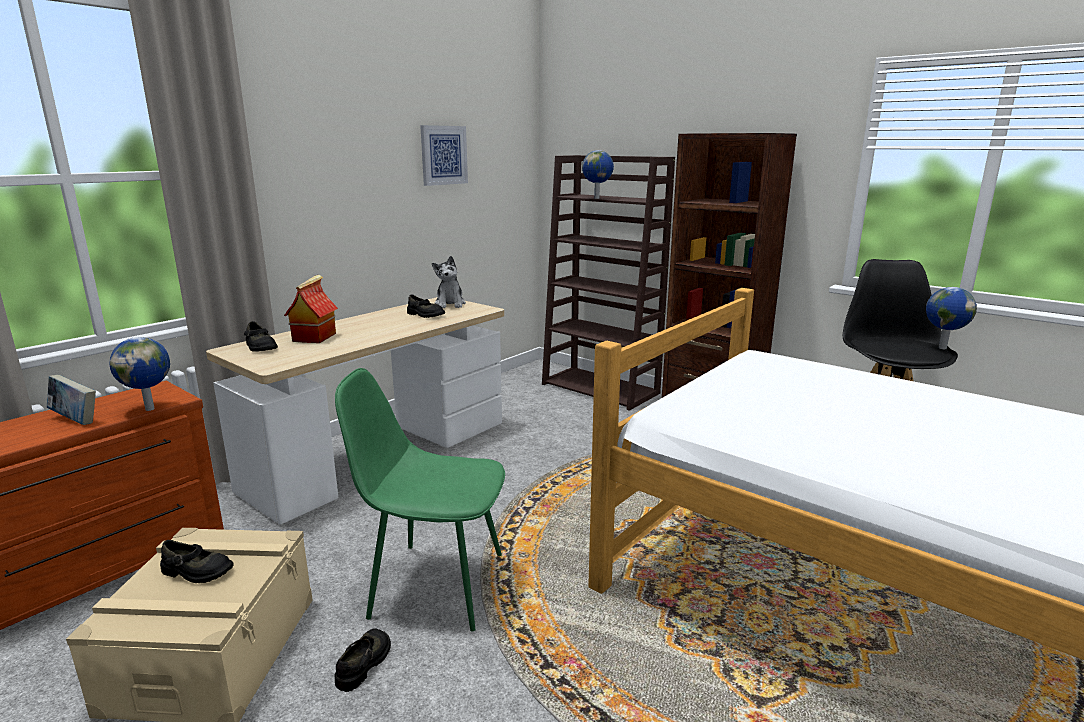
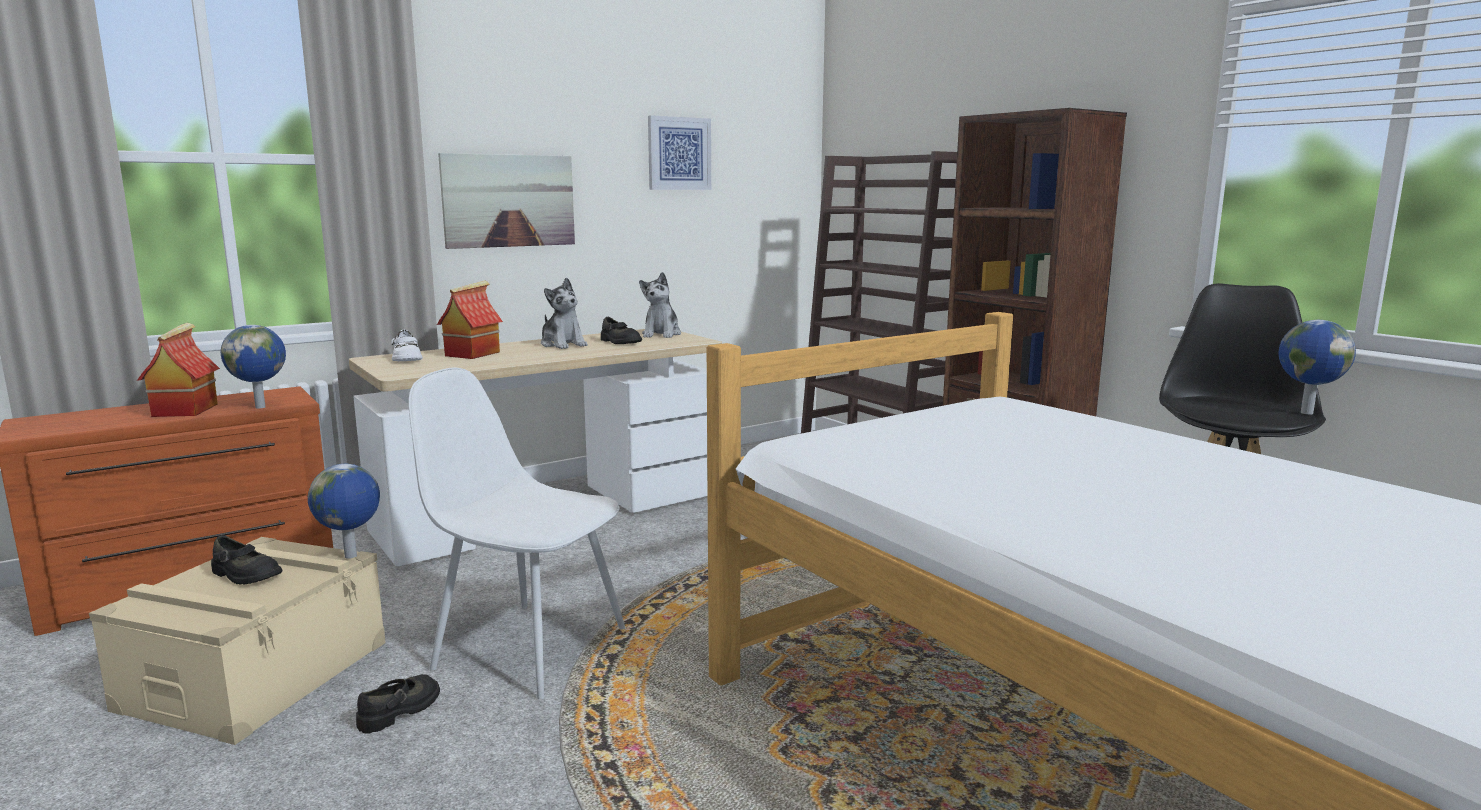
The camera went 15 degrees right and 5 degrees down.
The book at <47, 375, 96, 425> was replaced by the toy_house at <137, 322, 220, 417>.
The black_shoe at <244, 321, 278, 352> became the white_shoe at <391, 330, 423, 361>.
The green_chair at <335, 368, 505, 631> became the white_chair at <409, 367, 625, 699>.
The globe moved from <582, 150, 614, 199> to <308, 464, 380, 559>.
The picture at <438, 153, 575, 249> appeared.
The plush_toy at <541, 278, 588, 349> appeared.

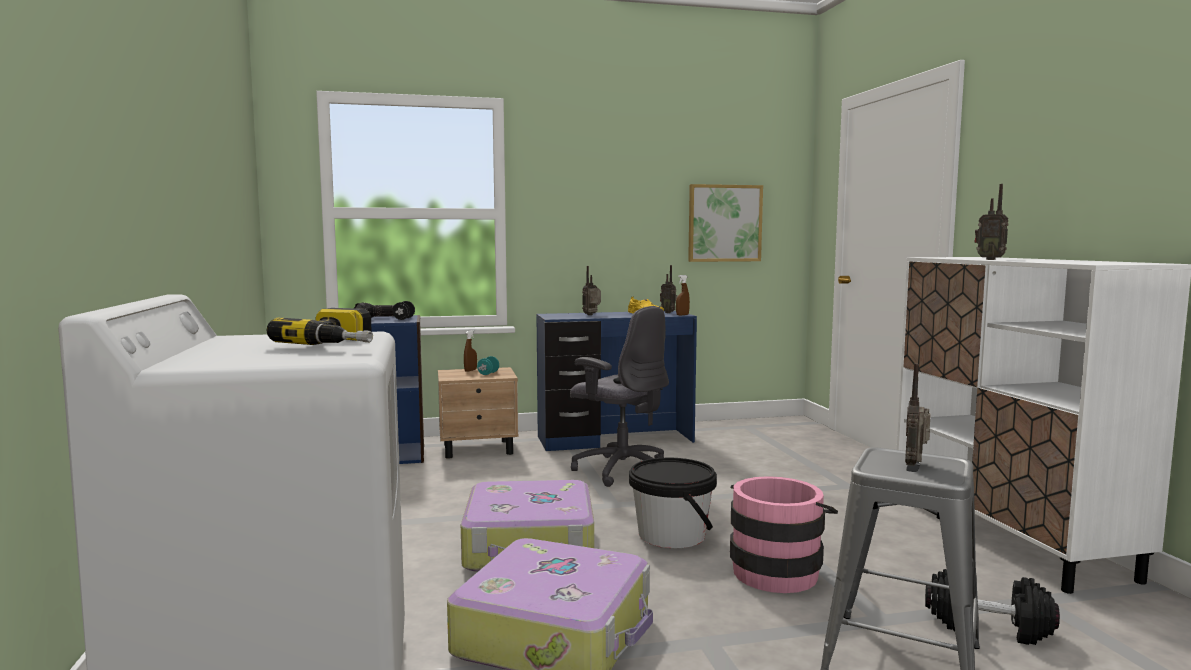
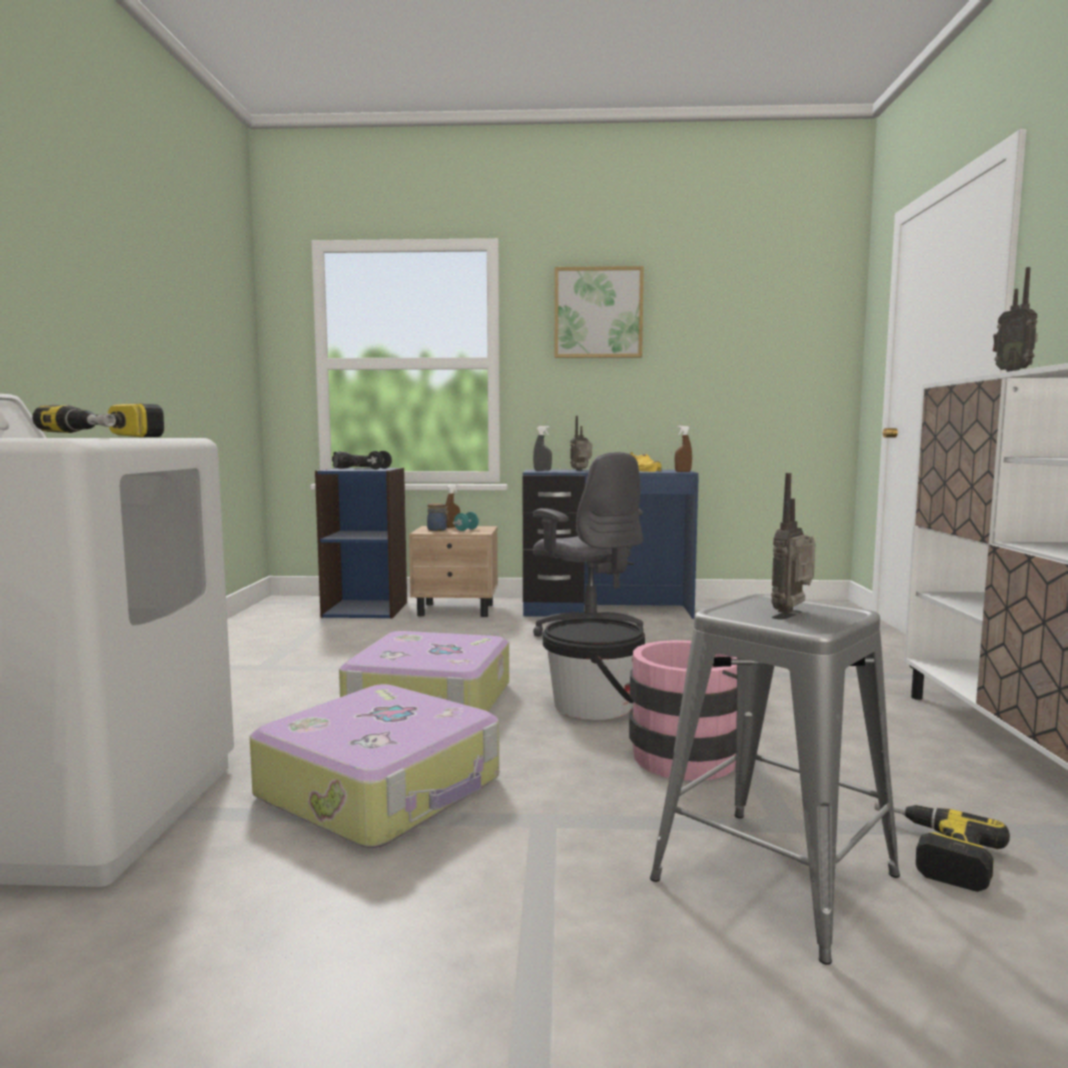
The camera went 15 degrees right and 0 degrees up.
The radio at <660, 265, 677, 313> disappeared.
The picture moved from <688, 184, 763, 262> to <555, 266, 644, 358>.
The black_dumbbell at <925, 569, 1060, 645> was replaced by the power_drill at <875, 798, 1010, 892>.
The jar at <427, 503, 449, 531> appeared.
The grey_spray_bottle at <533, 426, 552, 471> appeared.

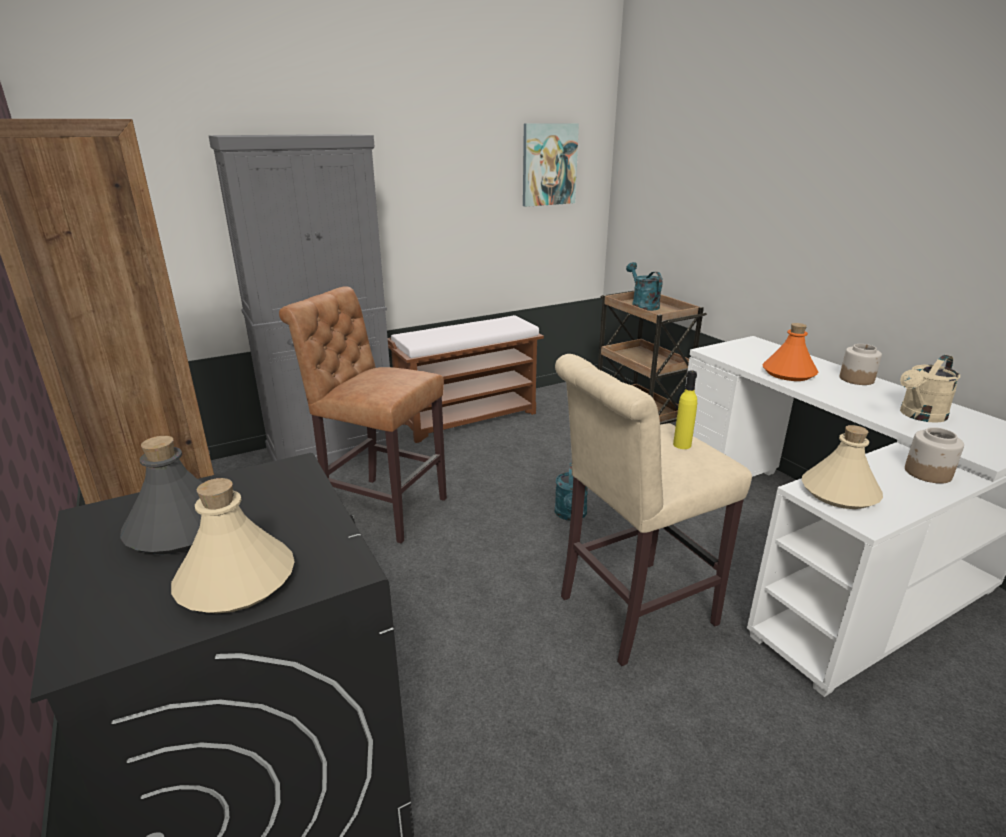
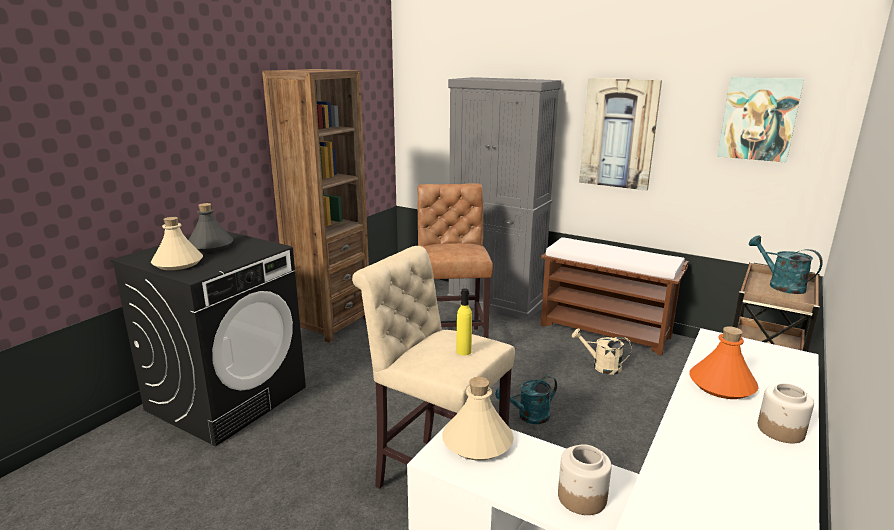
The camera went 60 degrees right and 5 degrees down.
The turquoise_watering_can at <626, 262, 662, 311> turned 75 degrees counterclockwise.
The beige_watering_can moved from <900, 355, 960, 423> to <572, 329, 632, 375>.
The picture at <579, 78, 662, 191> appeared.

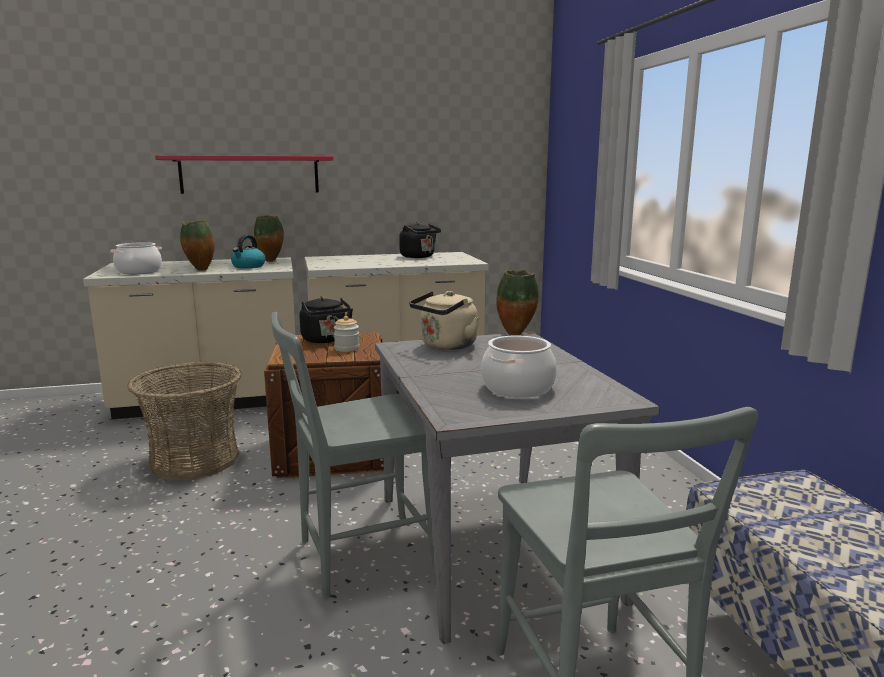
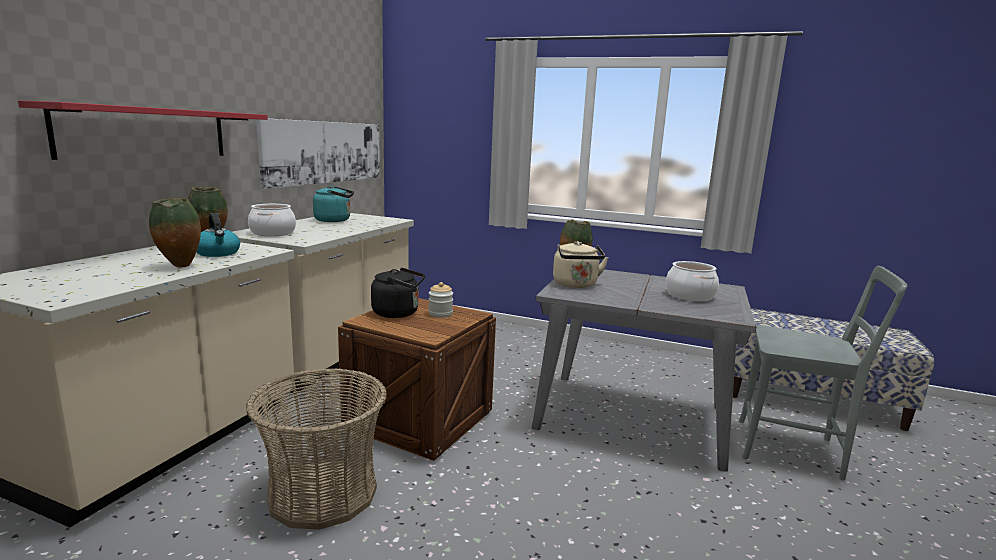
The camera went 55 degrees left and 0 degrees up.
The cooking_pot moved from <110, 242, 162, 274> to <248, 204, 296, 236>.
The grey_chair at <271, 312, 435, 599> disappeared.
The black_kettle at <399, 222, 441, 258> became the turquoise_kettle at <313, 186, 354, 222>.
The picture at <256, 119, 380, 189> appeared.

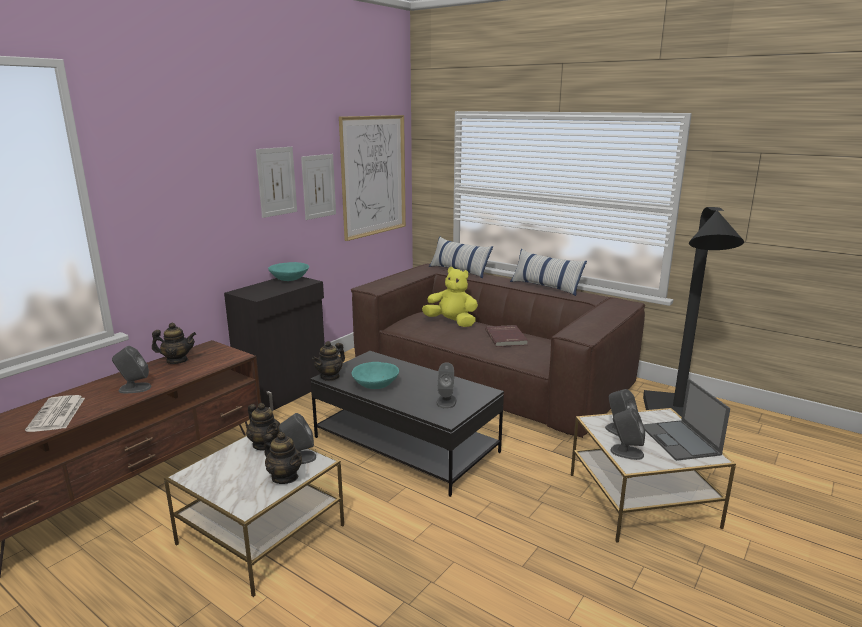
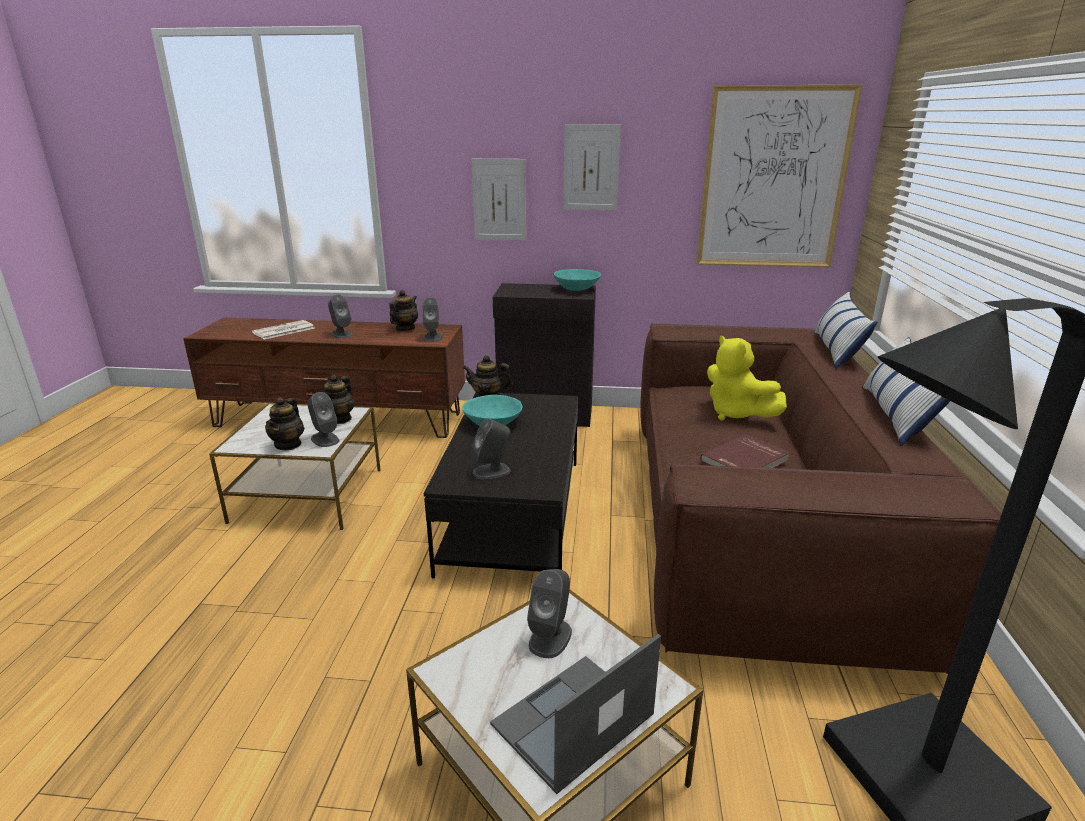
The camera went 60 degrees right and 5 degrees up.
The teapot at <152, 323, 196, 364> turned 120 degrees counterclockwise.
The picture moved from <301, 154, 336, 220> to <472, 159, 526, 240>.
The yellow_plush_toy at <422, 267, 478, 327> turned 150 degrees clockwise.
The grey_speaker moved from <611, 408, 645, 460> to <422, 297, 443, 342>.

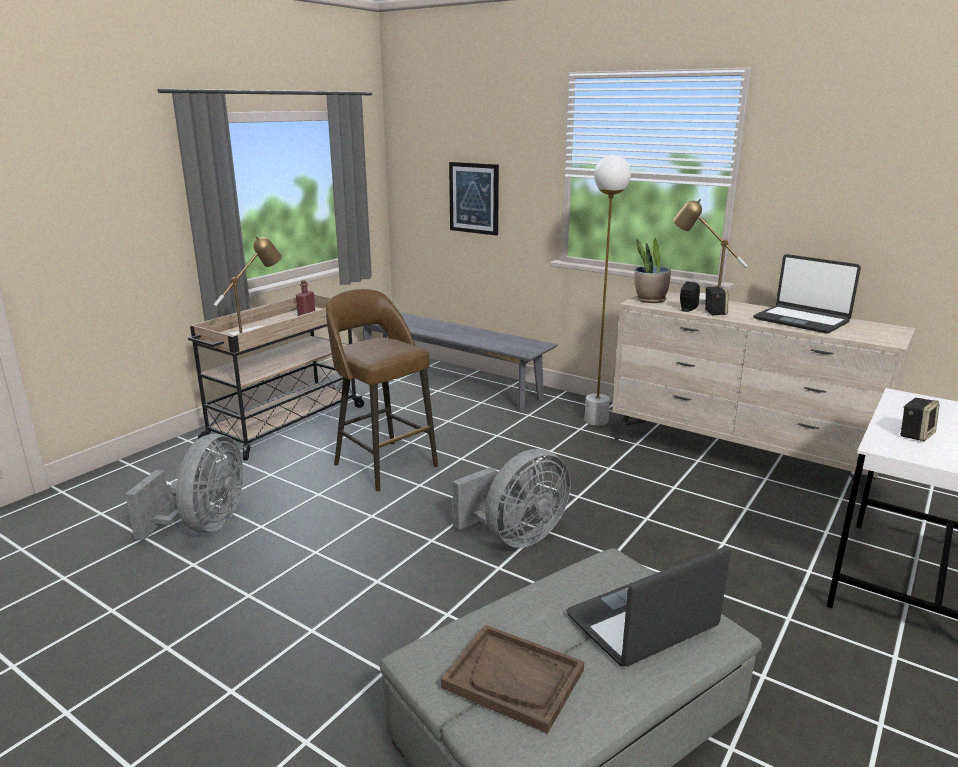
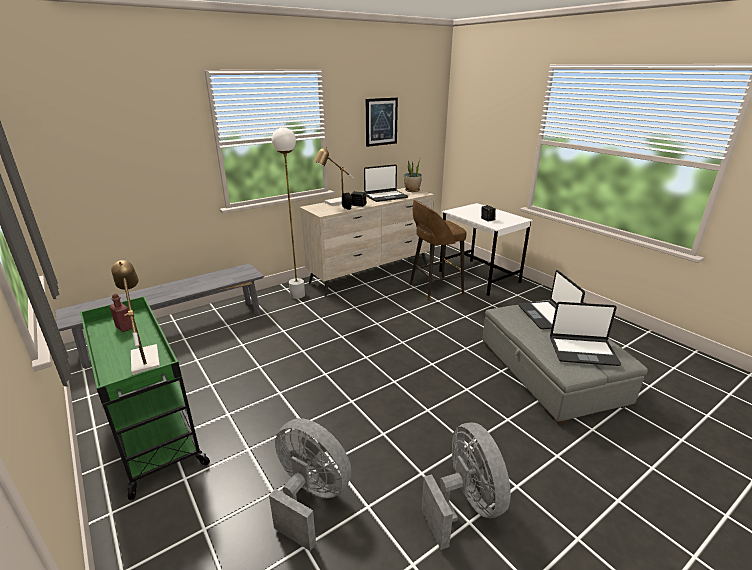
The camera went 70 degrees left and 5 degrees up.
The beige_cart at <188, 294, 365, 461> became the green_cart at <80, 296, 210, 500>.
The brown_stool moved from <326, 289, 438, 492> to <409, 200, 467, 302>.
The brown_tray at <441, 625, 584, 734> was replaced by the laptop at <550, 302, 621, 366>.
The picture moved from <449, 162, 499, 235> to <366, 97, 398, 147>.
The grey_fan moved from <452, 449, 571, 548> to <422, 423, 511, 550>.
The potted_plant moved from <635, 238, 671, 303> to <404, 159, 422, 192>.

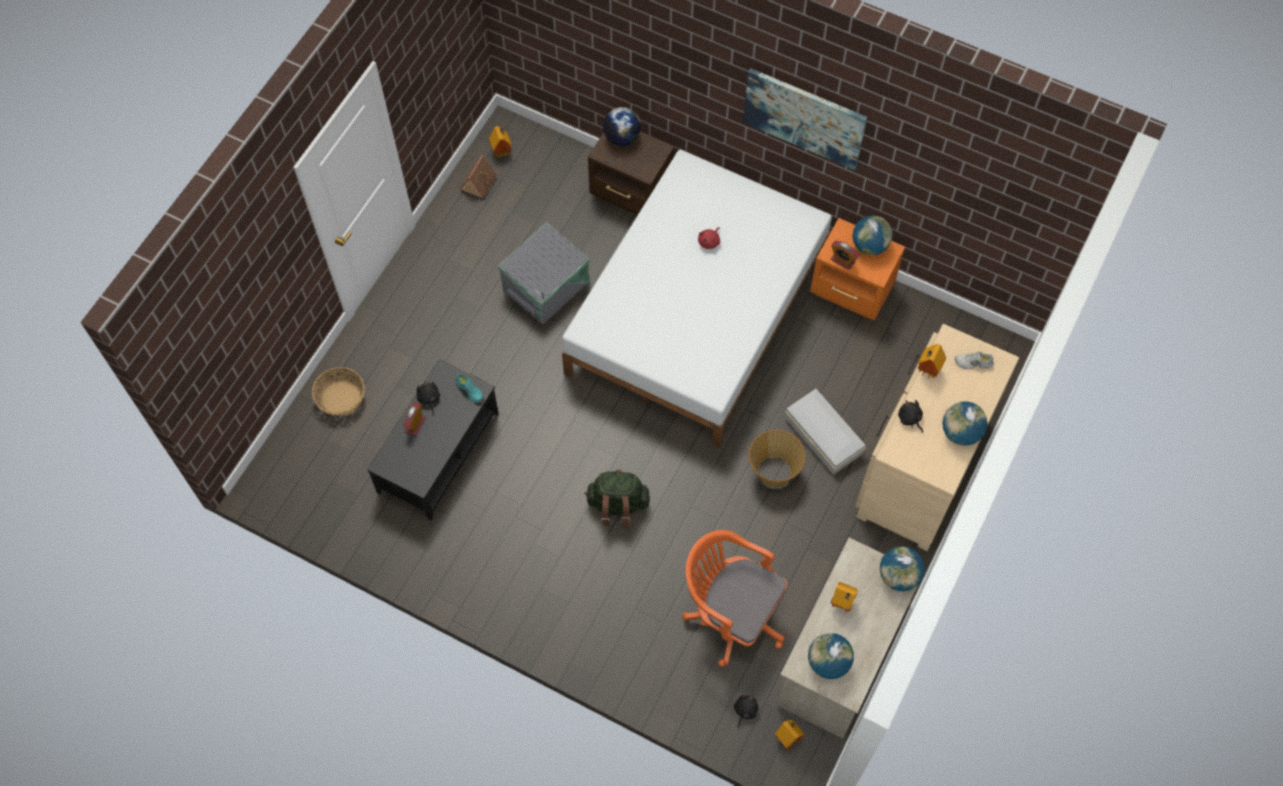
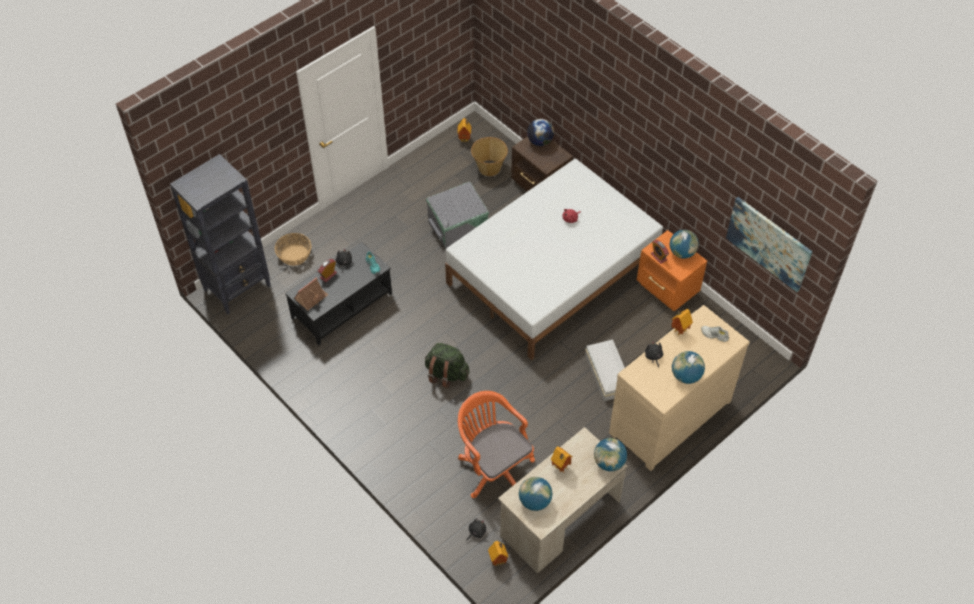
The camera went 20 degrees right and 10 degrees down.
The toy_house moved from <460, 155, 497, 198> to <294, 278, 329, 310>.
The picture moved from <743, 68, 867, 170> to <726, 197, 813, 292>.
The basket moved from <748, 430, 805, 487> to <471, 137, 508, 176>.
The black_bookcase at <170, 154, 271, 314> appeared.

